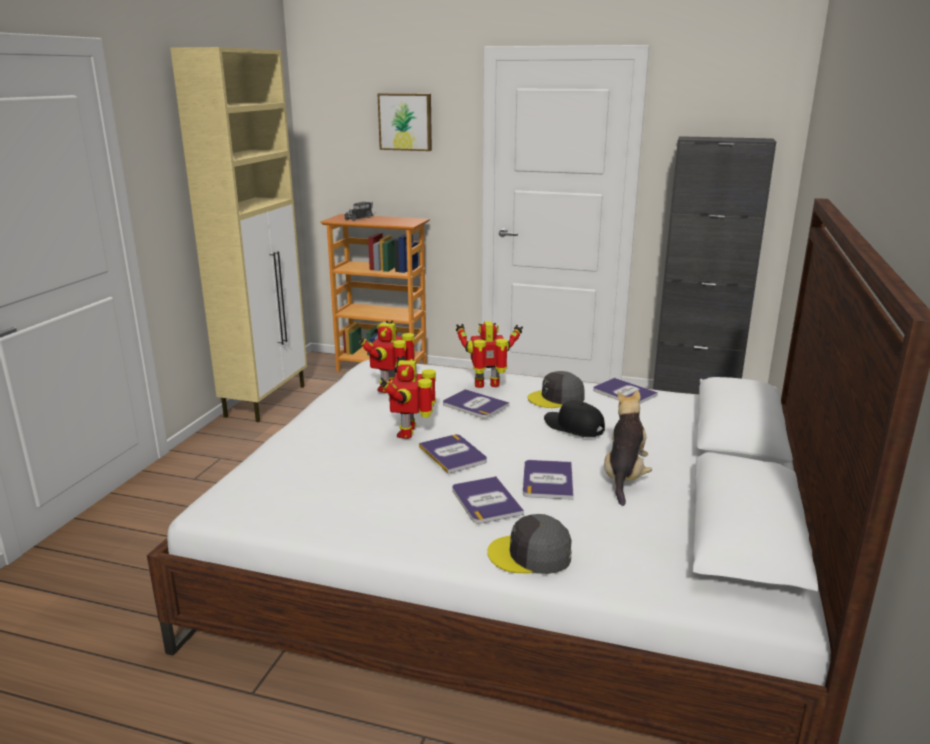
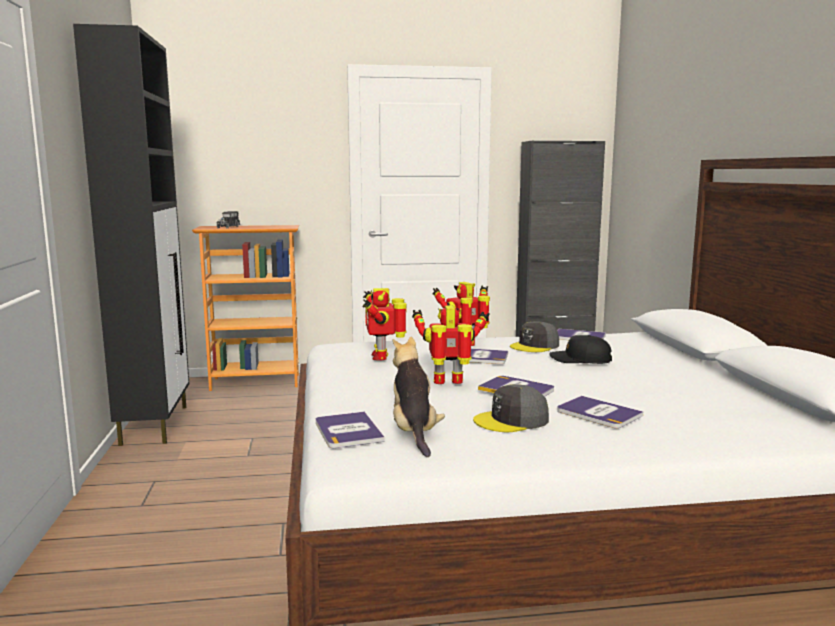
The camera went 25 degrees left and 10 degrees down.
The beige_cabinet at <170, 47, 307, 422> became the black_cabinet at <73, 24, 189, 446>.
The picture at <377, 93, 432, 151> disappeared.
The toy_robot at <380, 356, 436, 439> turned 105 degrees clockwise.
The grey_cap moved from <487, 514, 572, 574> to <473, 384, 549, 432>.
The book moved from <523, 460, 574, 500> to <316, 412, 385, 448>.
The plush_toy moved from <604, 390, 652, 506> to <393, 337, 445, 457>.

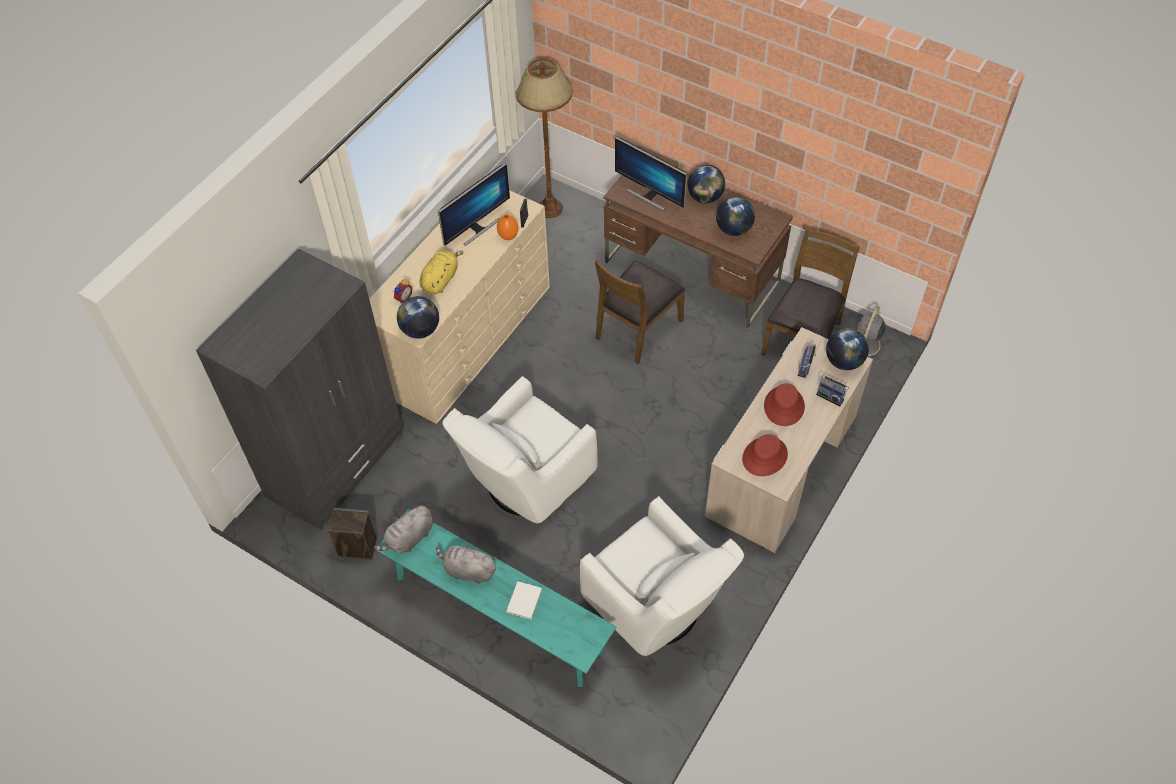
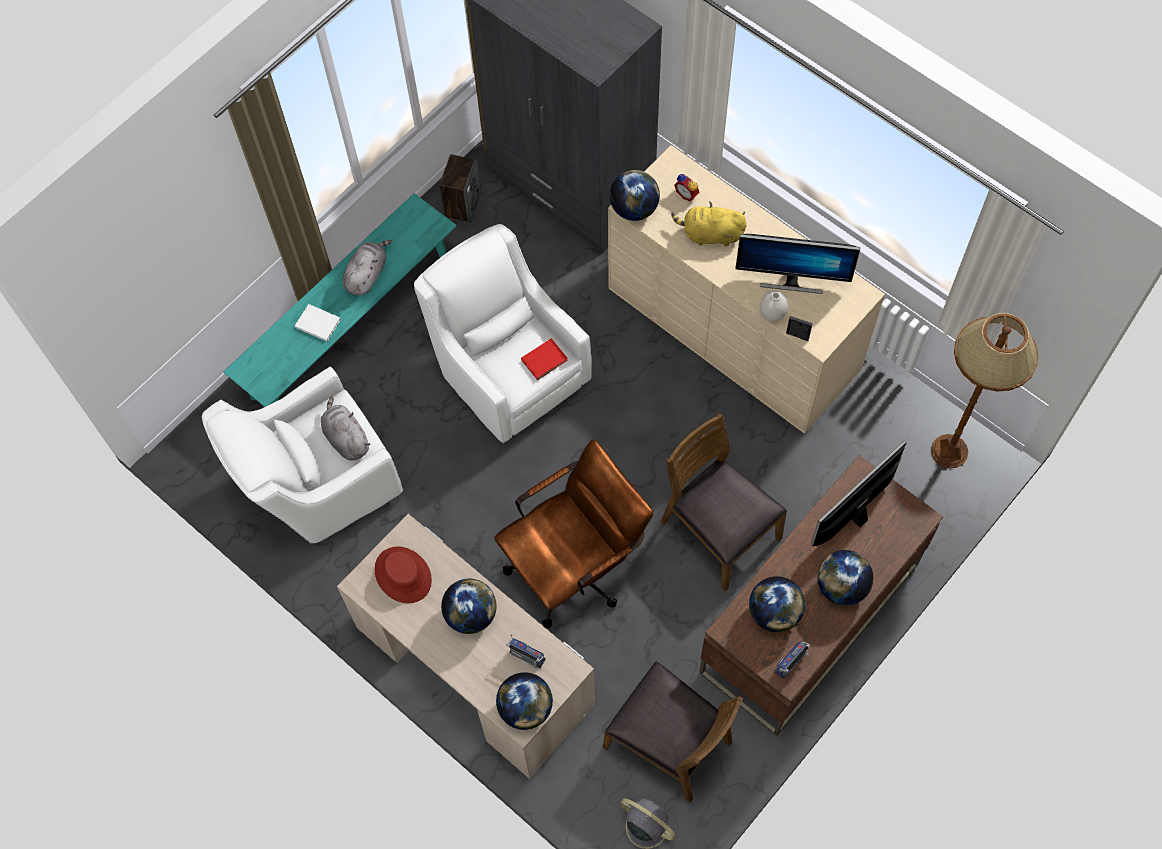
The camera went 100 degrees right and 10 degrees up.
The grey_plush_toy moved from <374, 504, 433, 553> to <321, 396, 370, 461>.
The yellow_plush_toy at <419, 250, 463, 294> turned 150 degrees clockwise.
The monitor at <438, 163, 510, 246> turned 45 degrees counterclockwise.
The orange_vase at <497, 214, 518, 240> became the white_vase at <760, 291, 788, 321>.
The red_hat at <764, 383, 805, 426> was replaced by the globe at <441, 579, 497, 634>.
The radio moved from <816, 375, 849, 406> to <774, 641, 810, 679>.
The brown_office_chair at <494, 439, 653, 629> appeared.
The red_book at <521, 338, 568, 380> appeared.

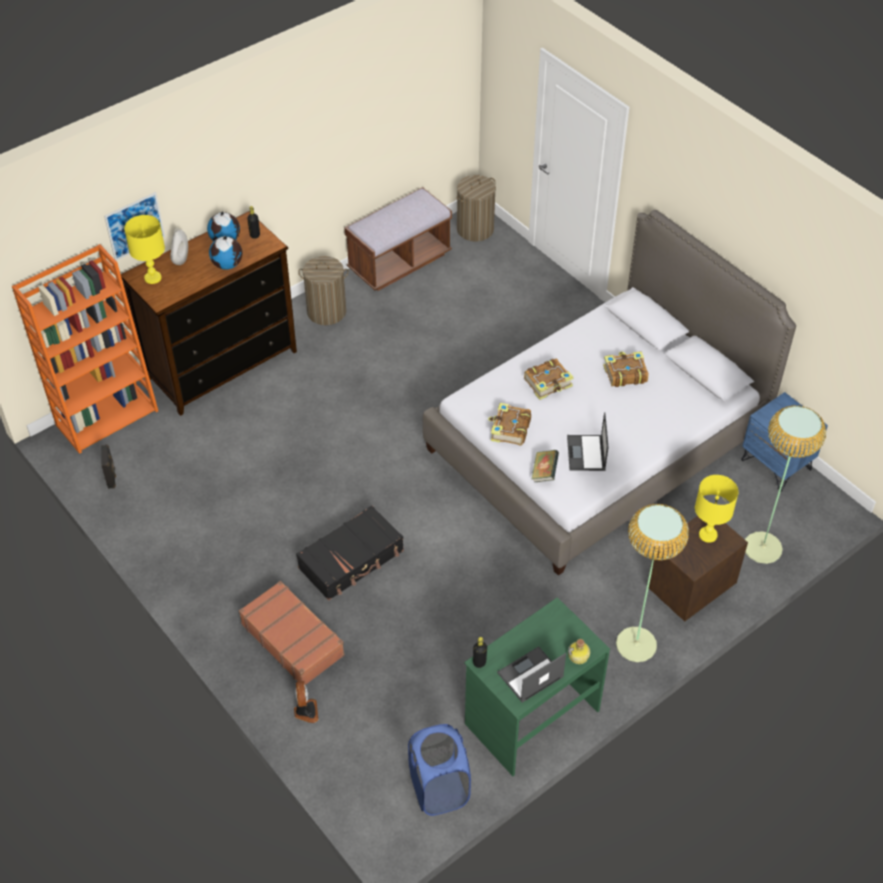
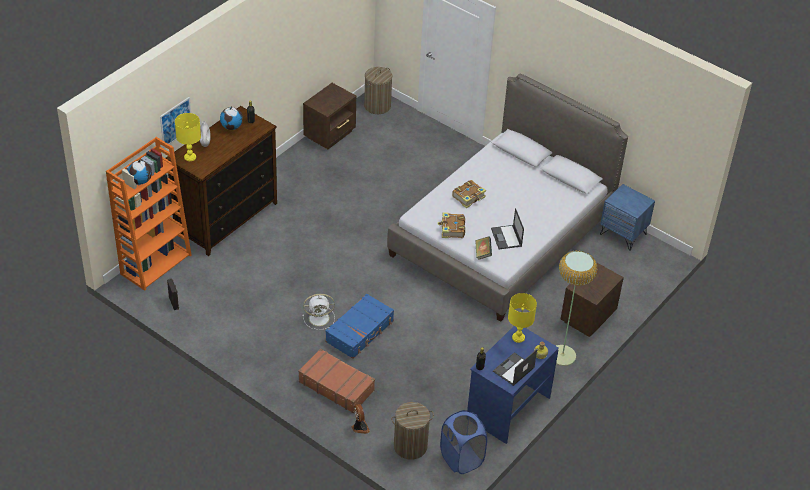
The camera went 15 degrees left and 5 degrees down.
The globe moved from <209, 236, 242, 270> to <128, 160, 152, 184>.
The black_suitcase at <296, 505, 404, 601> became the blue_suitcase at <325, 294, 394, 359>.
The laundry_basket moved from <298, 256, 349, 325> to <391, 402, 434, 460>.
The brown_bench at <344, 187, 452, 291> was replaced by the brown_nightstand at <303, 83, 356, 149>.
The green_desk at <464, 597, 610, 776> became the blue_desk at <467, 326, 559, 444>.
The book at <603, 351, 649, 387> disappeared.
The yellow_table_lamp moved from <695, 475, 738, 543> to <508, 293, 537, 343>.
The floor_lamp at <745, 405, 826, 564> disappeared.
The white_fan at <302, 294, 335, 330> appeared.

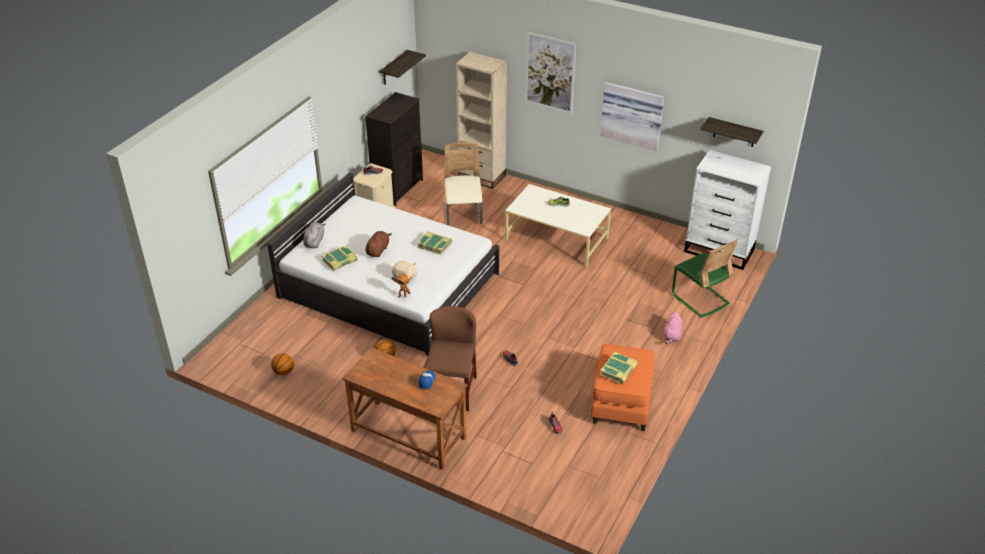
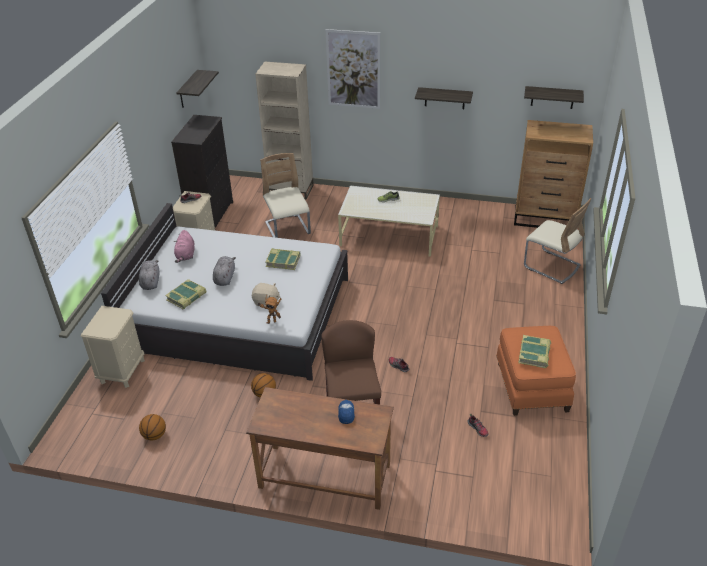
The camera went 15 degrees left and 0 degrees up.
The brown_plush_toy at <365, 231, 392, 257> became the grey_plush_toy at <213, 256, 236, 286>.
The picture at <601, 82, 664, 151> was replaced by the shelf at <415, 87, 473, 109>.
The pink_plush_toy moved from <664, 312, 683, 344> to <174, 230, 195, 263>.
The green_chair at <672, 239, 738, 318> became the beige_chair at <524, 198, 592, 284>.
The white_dresser at <684, 150, 771, 270> became the brown_dresser at <514, 120, 593, 228>.
The beige_nightstand at <81, 306, 145, 388> appeared.

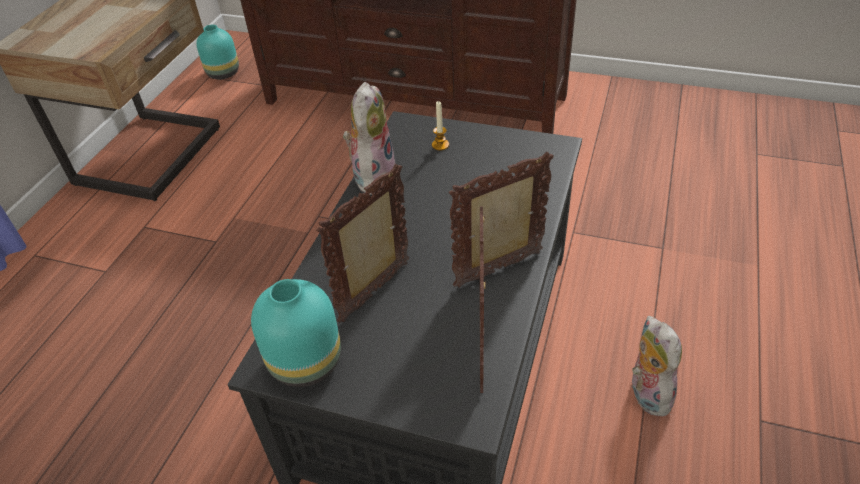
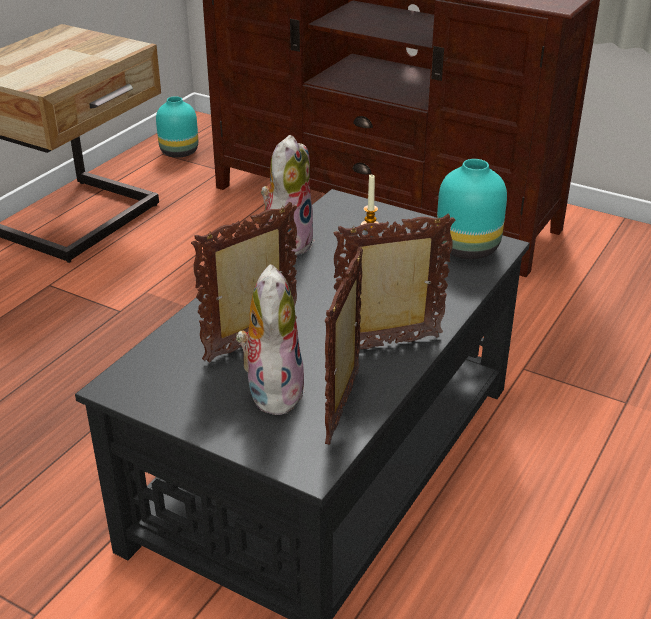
The camera went 10 degrees right and 10 degrees down.
The turquoise_vase moved from <251, 279, 341, 387> to <436, 159, 507, 259>.
The plush_toy moved from <632, 316, 682, 416> to <236, 264, 305, 415>.

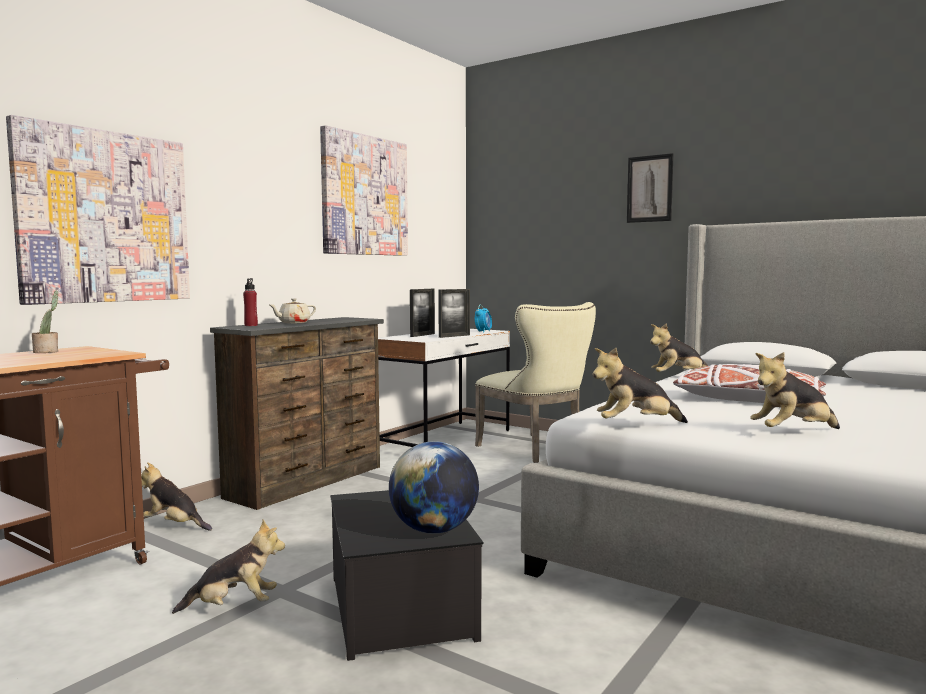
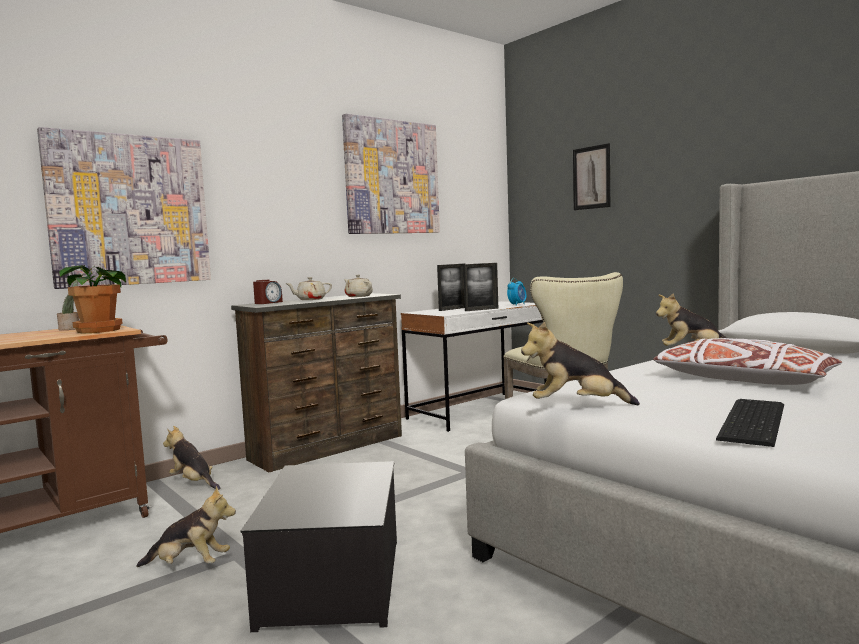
The camera went 15 degrees right and 0 degrees up.
The red_bottle at <243, 278, 258, 326> was replaced by the alarm_clock at <253, 280, 283, 304>.
The globe at <389, 441, 479, 534> disappeared.
The picture moved from <627, 153, 673, 223> to <573, 143, 610, 210>.
The plush_toy at <750, 352, 840, 429> was replaced by the keyboard at <716, 399, 784, 447>.
The potted_plant at <59, 265, 126, 334> appeared.
The beige_teapot at <344, 274, 373, 297> appeared.

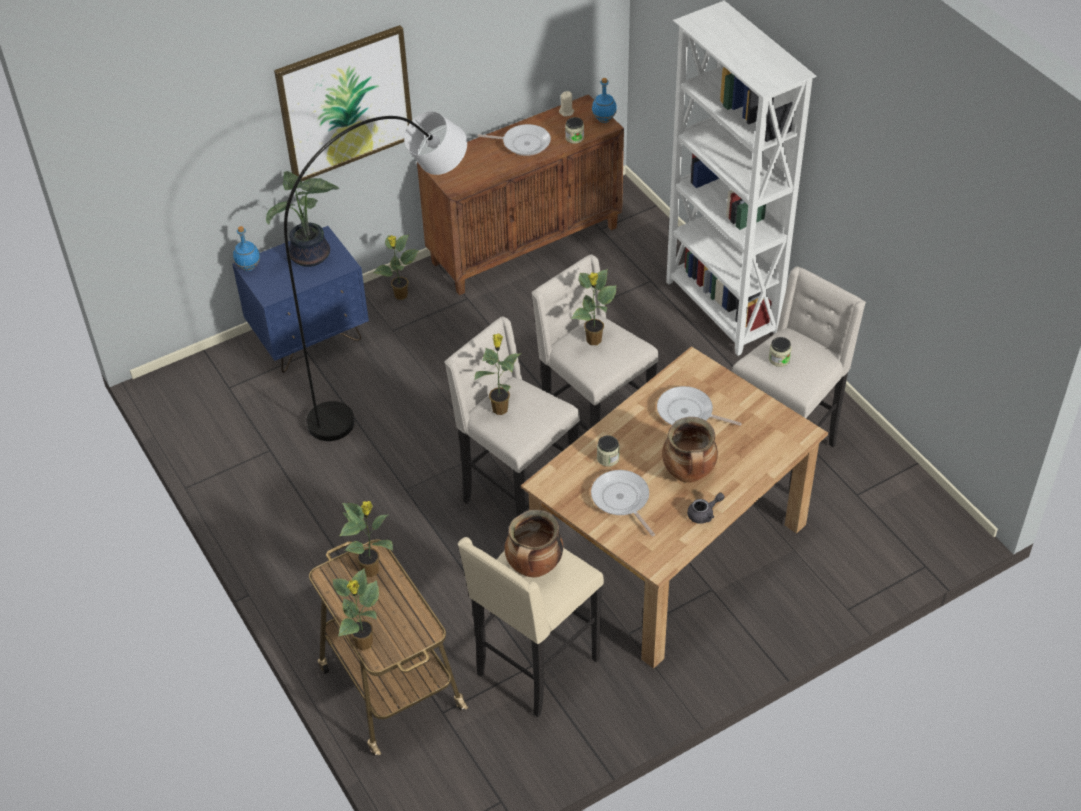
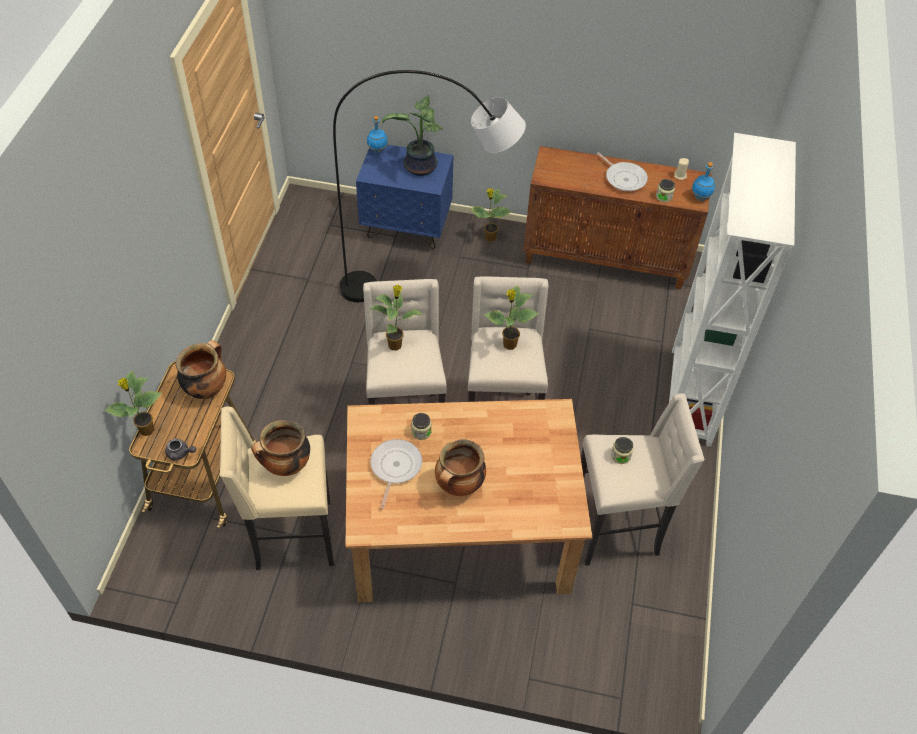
The camera went 40 degrees right and 5 degrees up.
The picture at <274, 25, 412, 181> disappeared.
The potted_plant at <339, 501, 393, 577> was replaced by the cooking_pot at <176, 340, 226, 399>.
The frying_pan at <657, 386, 742, 426> disappeared.
The grey_teapot moved from <687, 493, 725, 524> to <165, 439, 196, 461>.

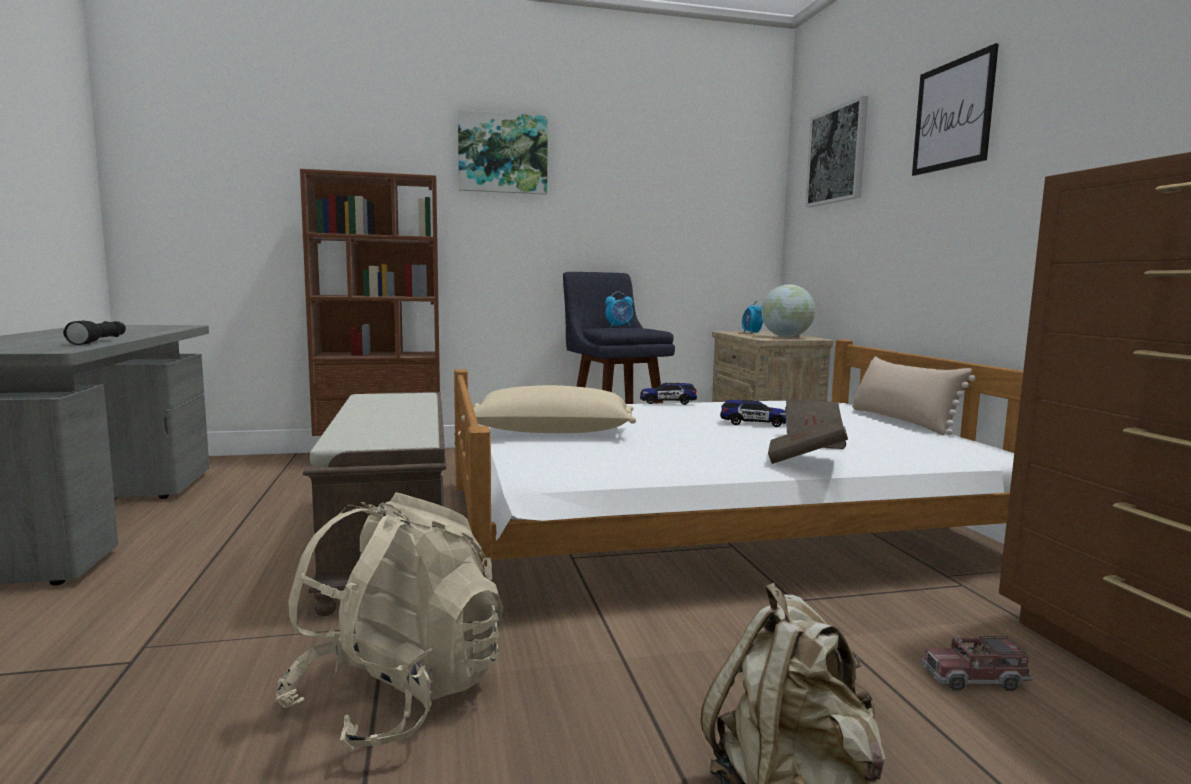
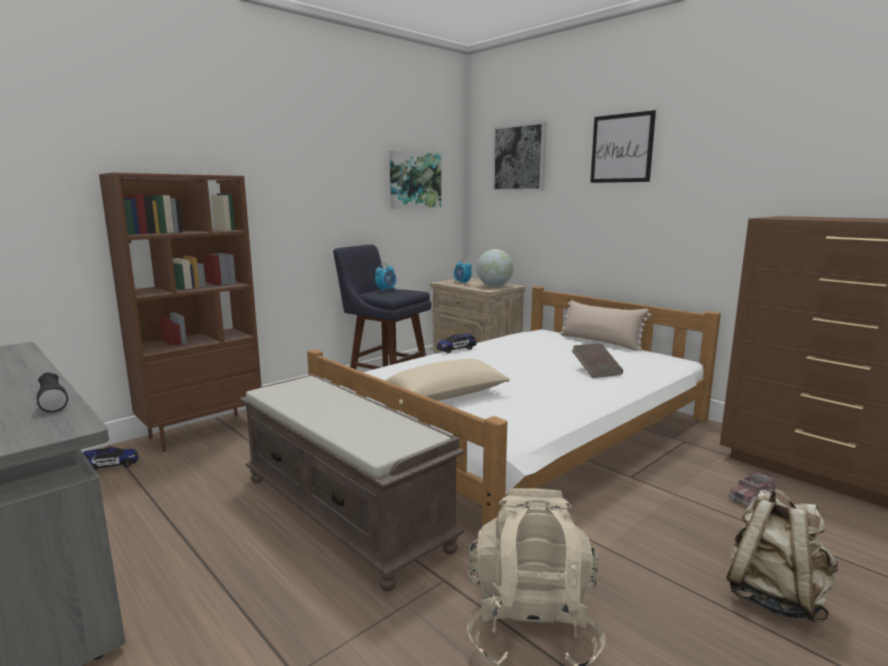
The camera went 30 degrees left and 5 degrees up.
The picture moved from <458, 110, 548, 194> to <390, 150, 441, 209>.
The toy_car moved from <720, 400, 786, 427> to <83, 447, 139, 471>.
The brown_book at <768, 416, 848, 464> disappeared.

